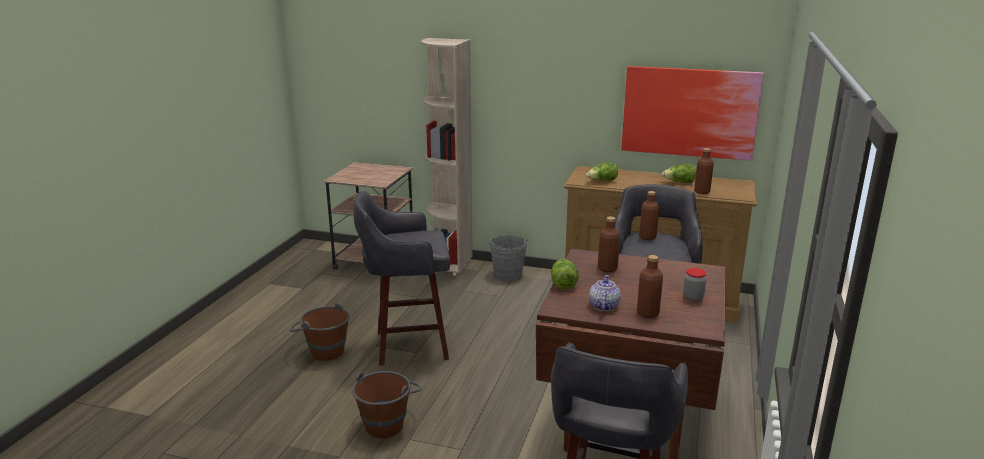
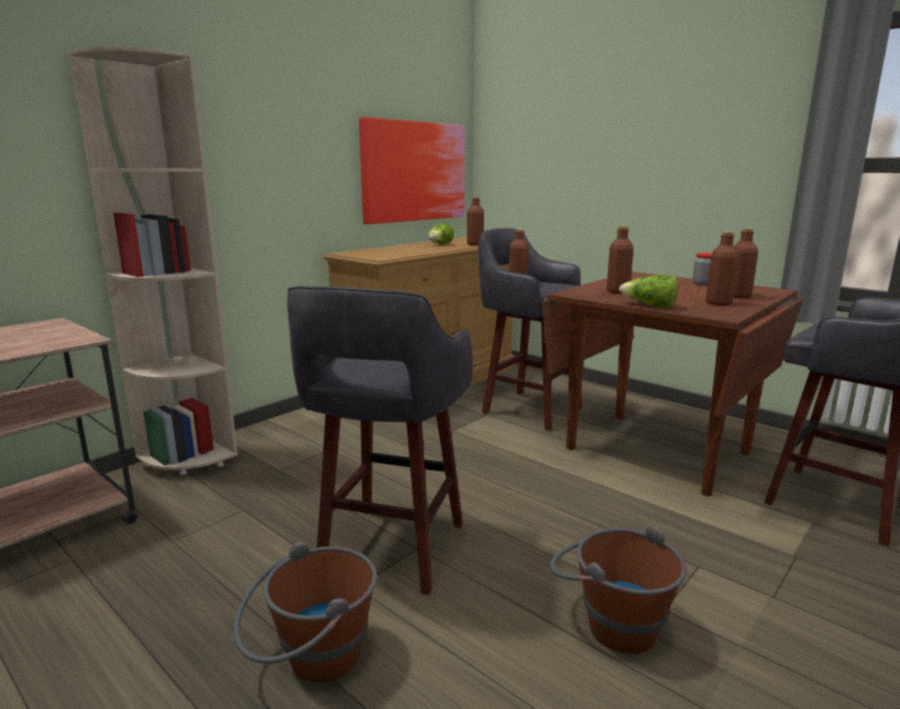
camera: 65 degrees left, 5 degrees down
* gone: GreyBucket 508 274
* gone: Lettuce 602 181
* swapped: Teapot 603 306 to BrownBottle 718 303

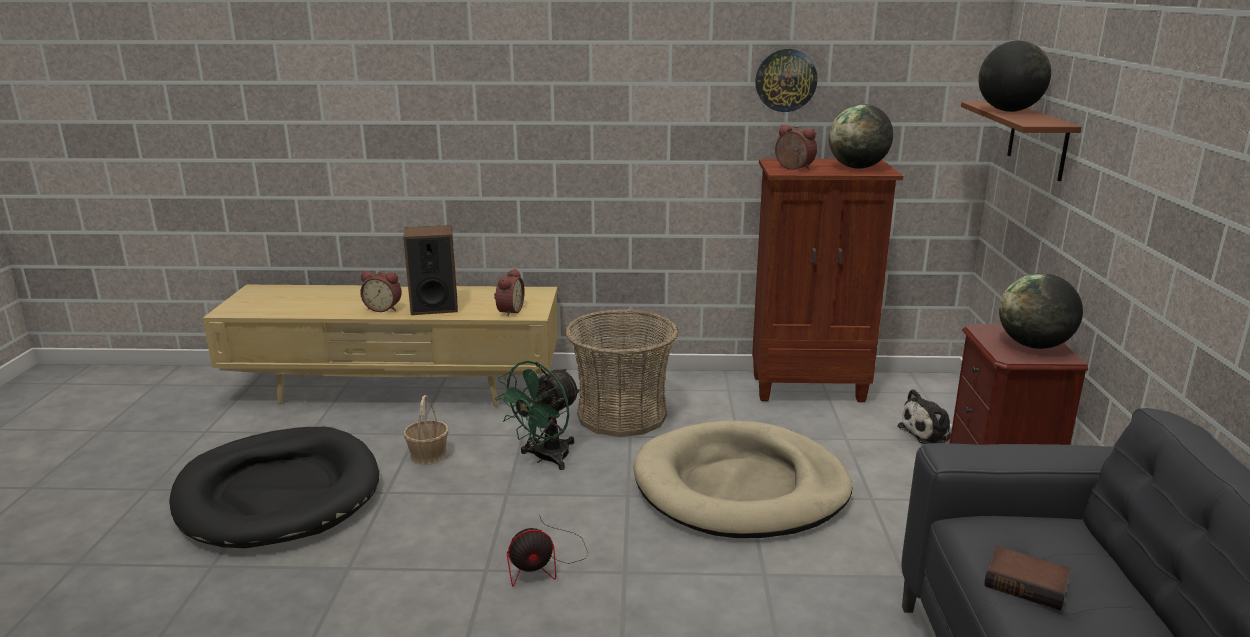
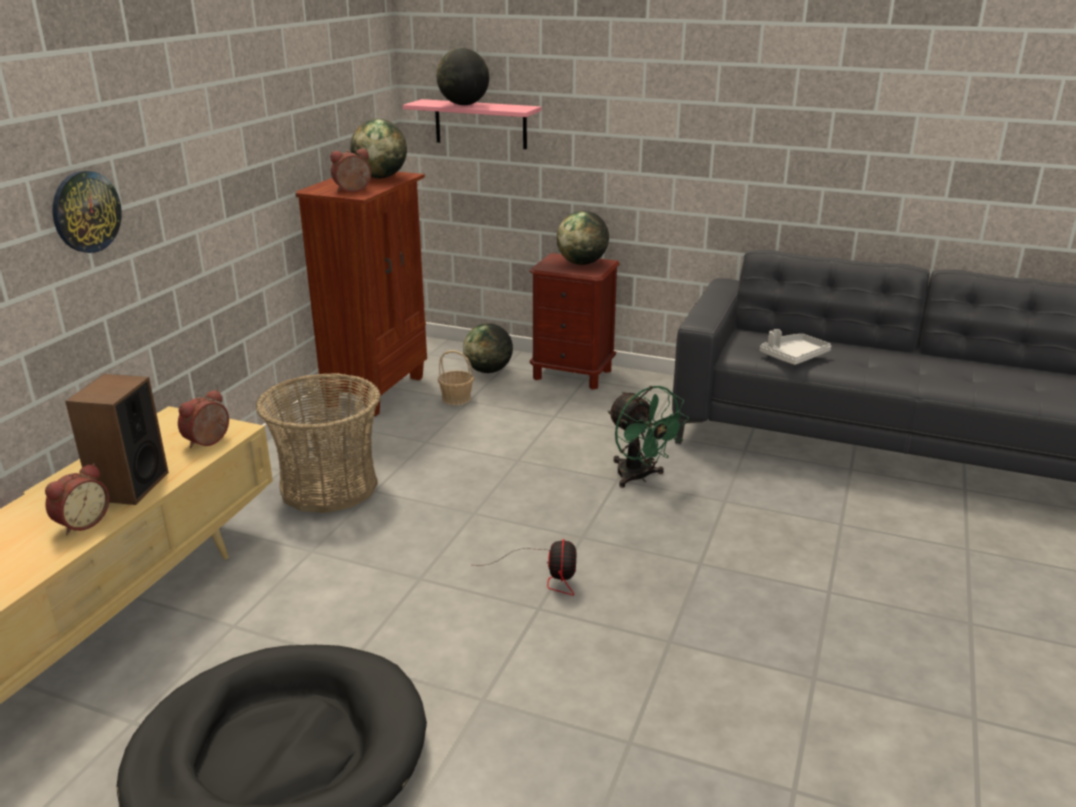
camera: 70 degrees left, 5 degrees up
* shifted: Basket 428 456 to 456 399
* rotated: AlarmClock 508 311 = 209 442 90 degrees counterclockwise
* shifted: GreenFan 545 458 to 639 477
* gone: BeigeDogBed 740 487
* shifted: WallClock 786 80 to 86 211
* swapped: PlushToy 930 433 to Globe 488 371
* repainted: BrownShelf 1037 140 to PinkShelf 480 124
* swapped: Book 1027 583 to GreyTray 793 356

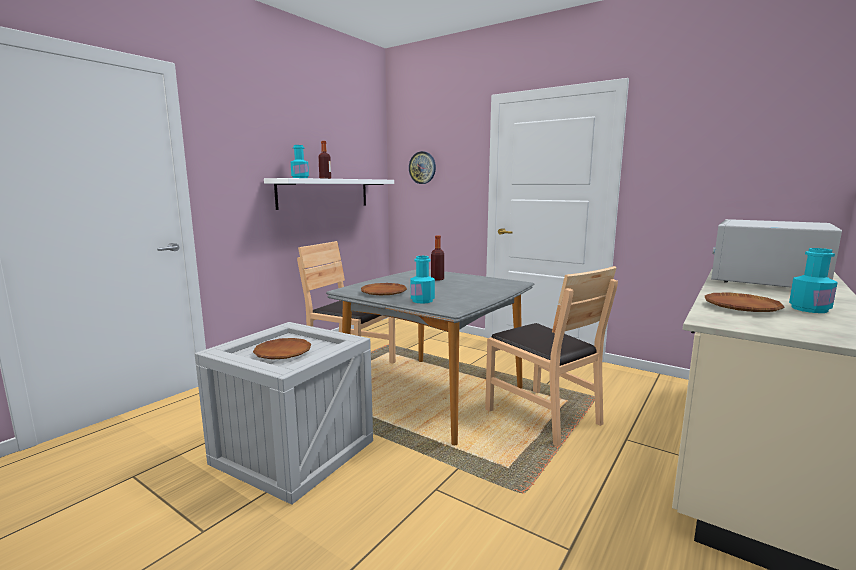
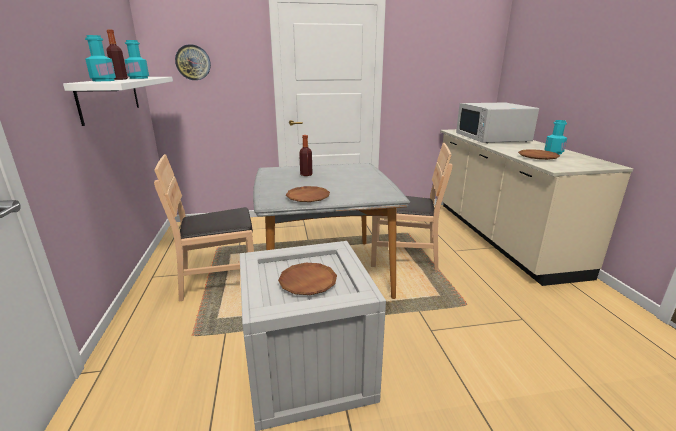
camera: 45 degrees left, 10 degrees up
* shifted: TurquoiseBottle 422 300 to 139 78

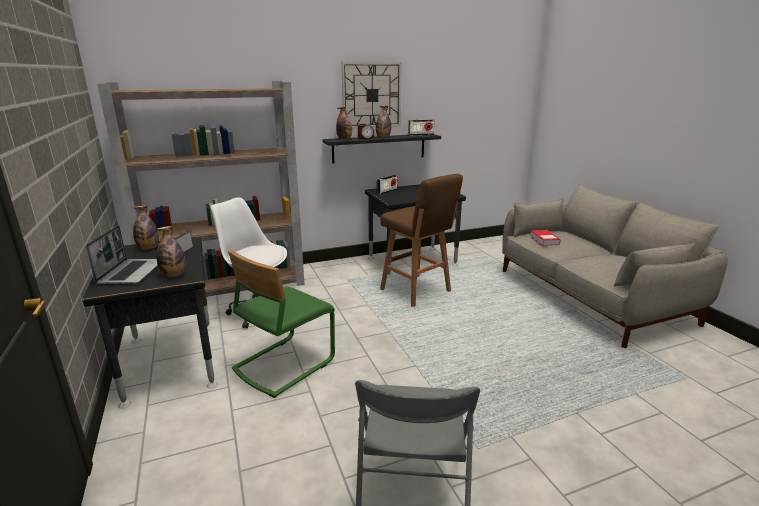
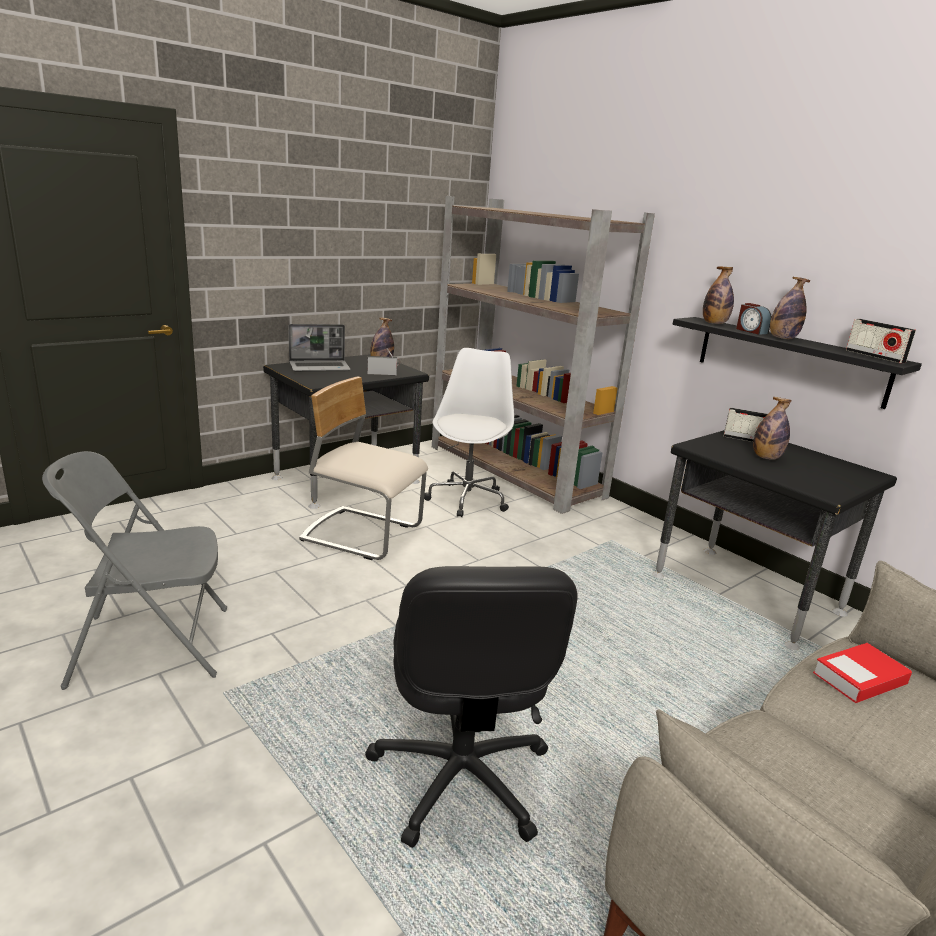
camera: 70 degrees right, 0 degrees up
* shifted: Bottle 174 275 to 766 457
* repainted: GreenChair 283 364 to BeigeChair 362 534
* gone: WallClock 371 95
* gone: BrownStool 417 291
* new: BlackOfficeChair 459 776

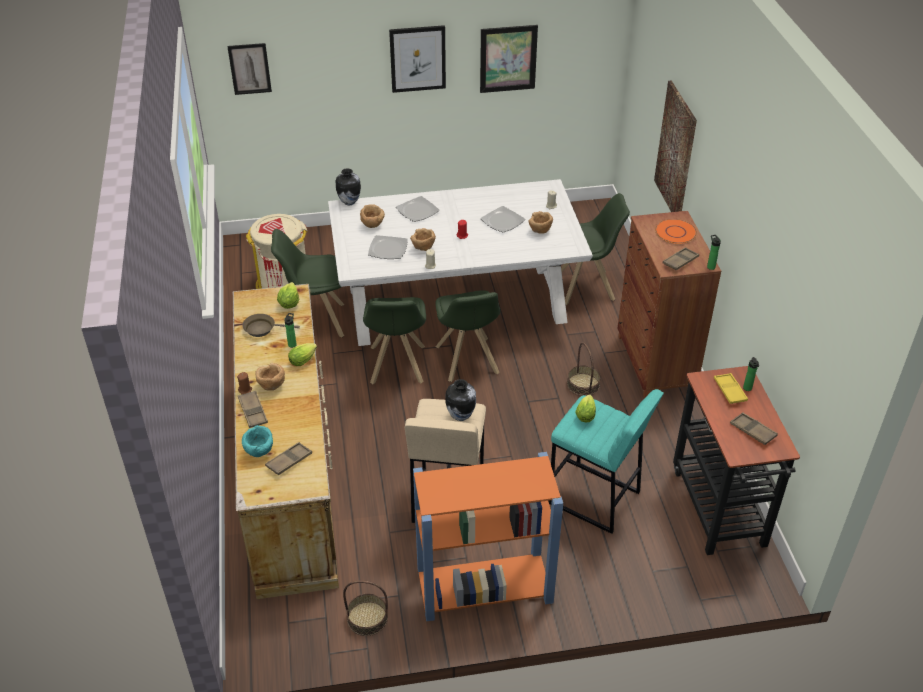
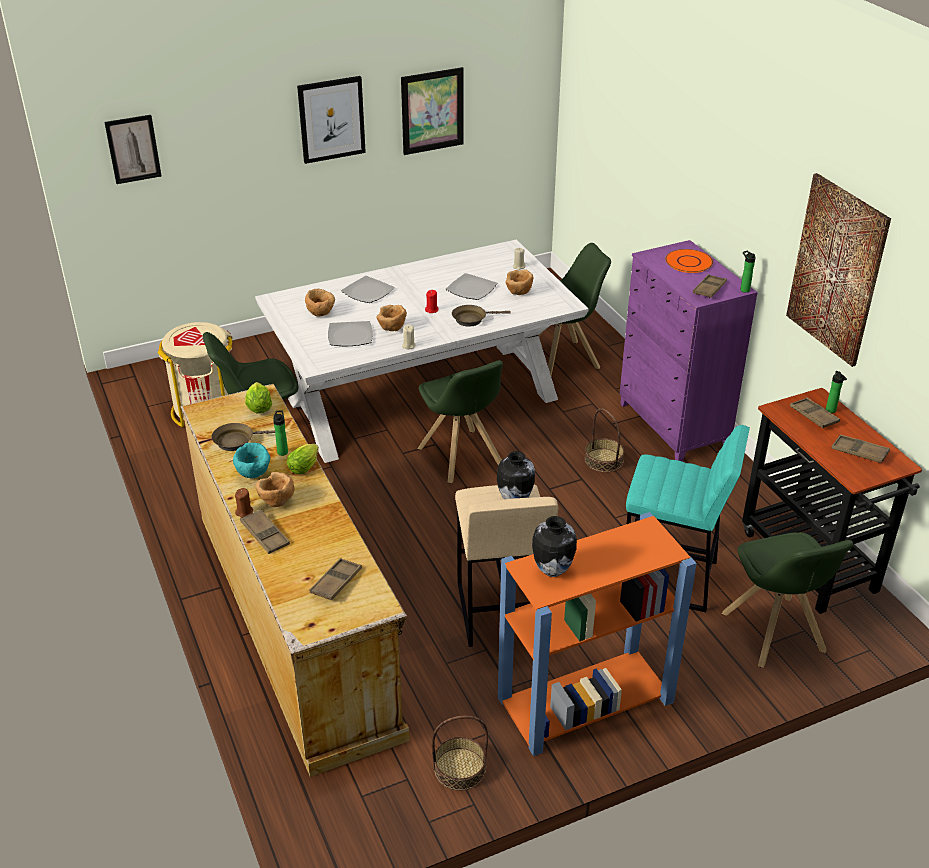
camera: 15 degrees left, 5 degrees down
* shifted: TurquoiseBowl 260 452 to 254 474
* shifted: Vase 349 202 to 552 570
* shifted: GreenChair 397 365 to 774 632
* gone: Lettuce 586 414
* repainted: BrownDresser 654 365 to PurpleDresser 672 427
* shifted: Picture 676 152 to 837 270
* repainted: YellowTray 729 391 to BrownTray 813 416
* new: BrownFryingPan 472 319

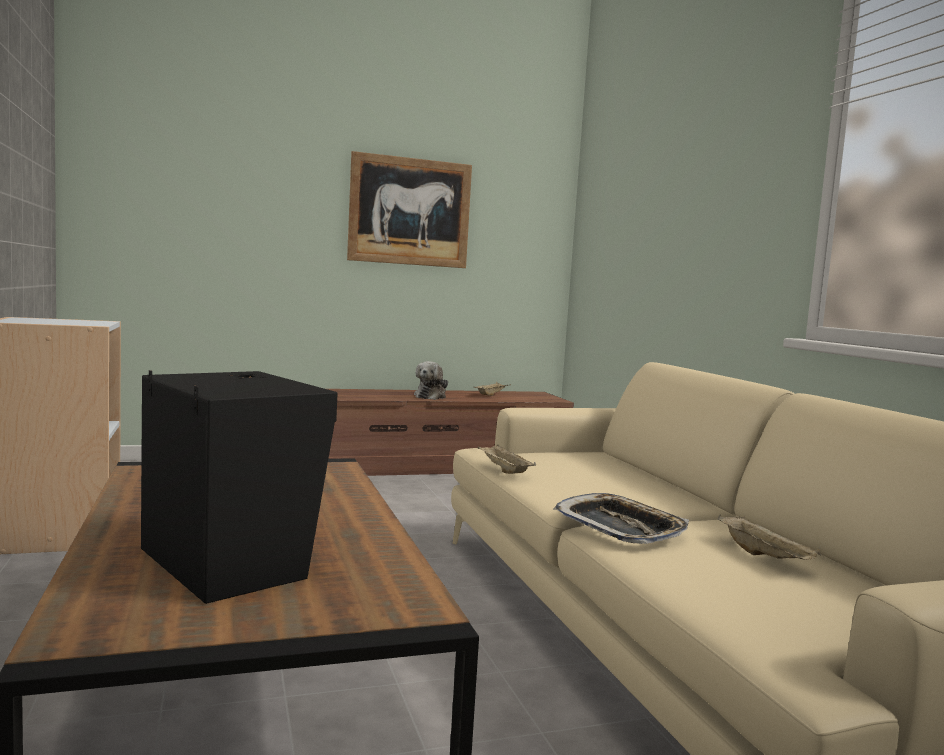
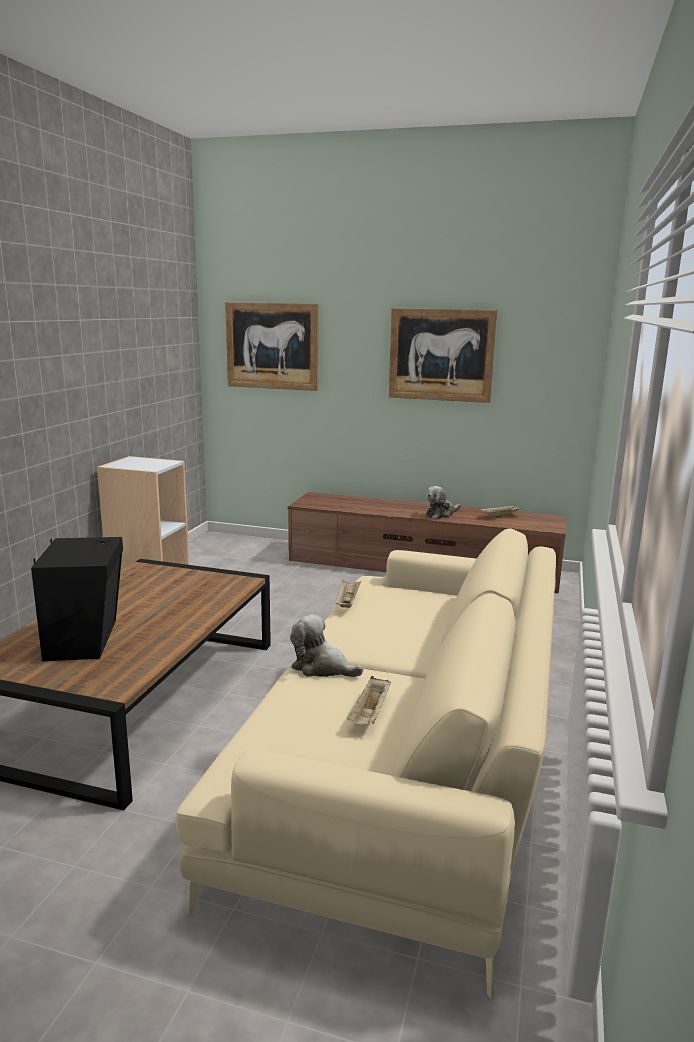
camera: 35 degrees right, 10 degrees up
* swapped: Tray 620 528 to PlushToy 322 667
* new: Picture 272 346

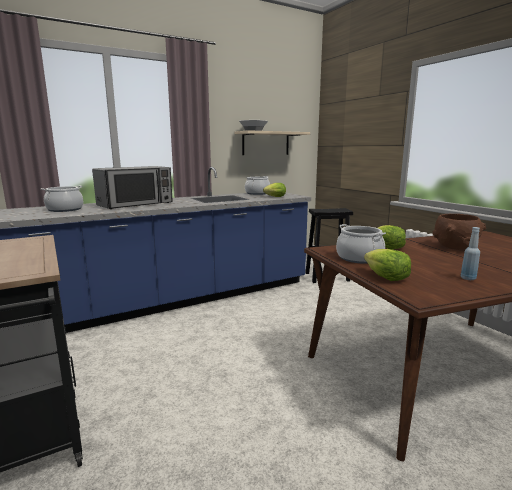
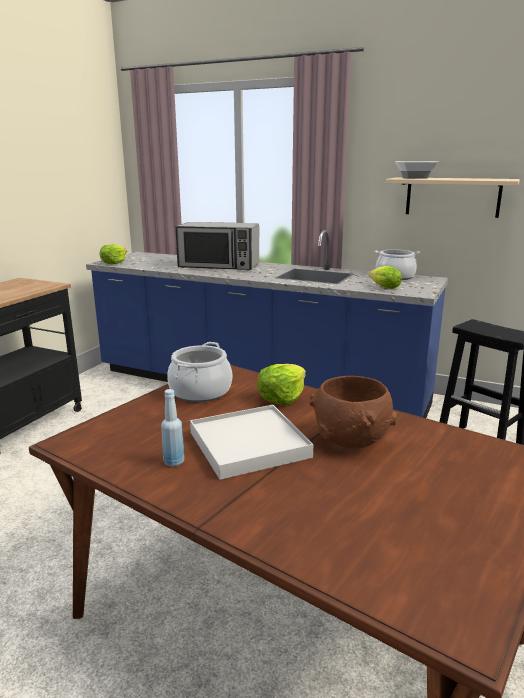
camera: 55 degrees right, 5 degrees up
* gone: CookingPot 65 209
* shifted: Lettuce 385 277 to 114 263
* new: WhiteTray 249 445

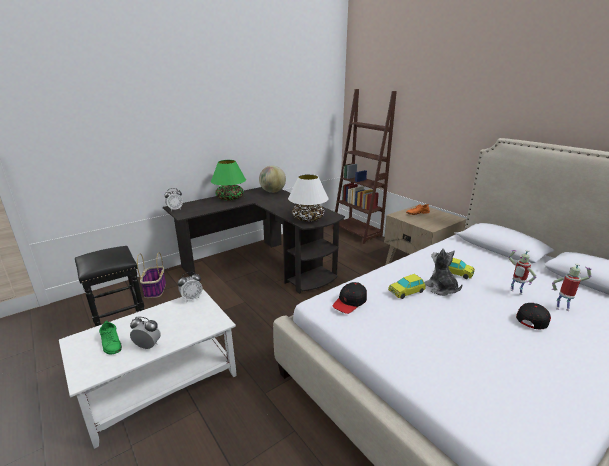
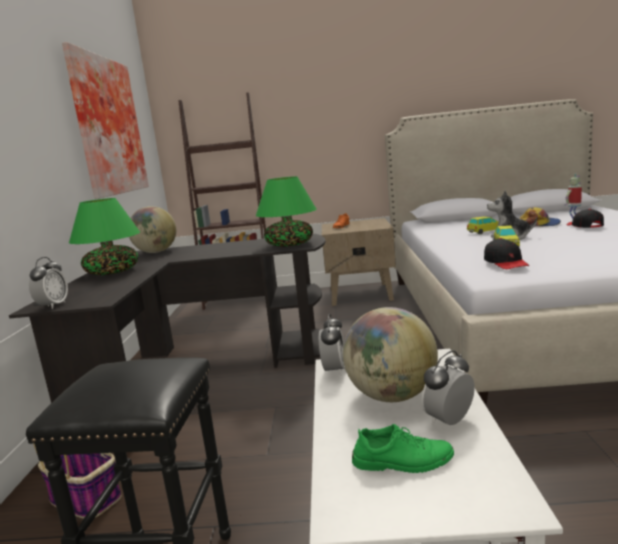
camera: 50 degrees left, 10 degrees down
* repainted: WhiteTableLamp 307 218 to GreenTableLamp 289 244
* swapped: ToyRobot 515 292 to Cap 539 224
* new: Picture 105 127
* new: Globe 391 396

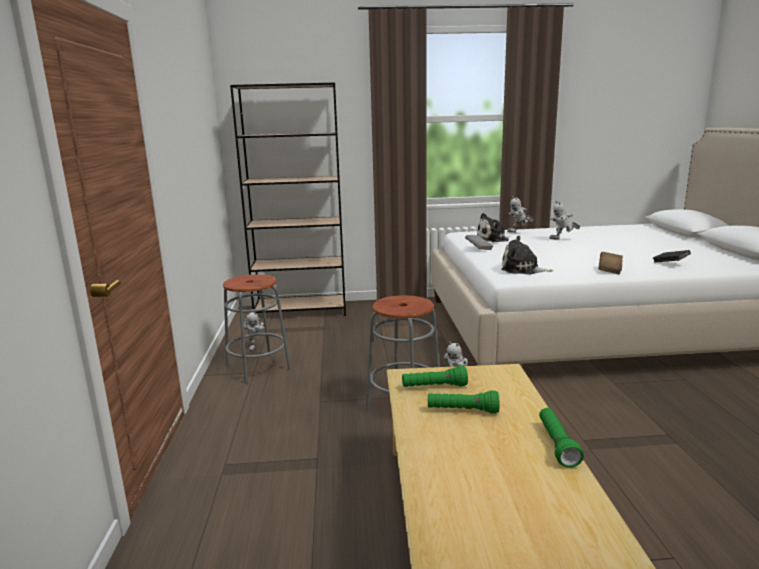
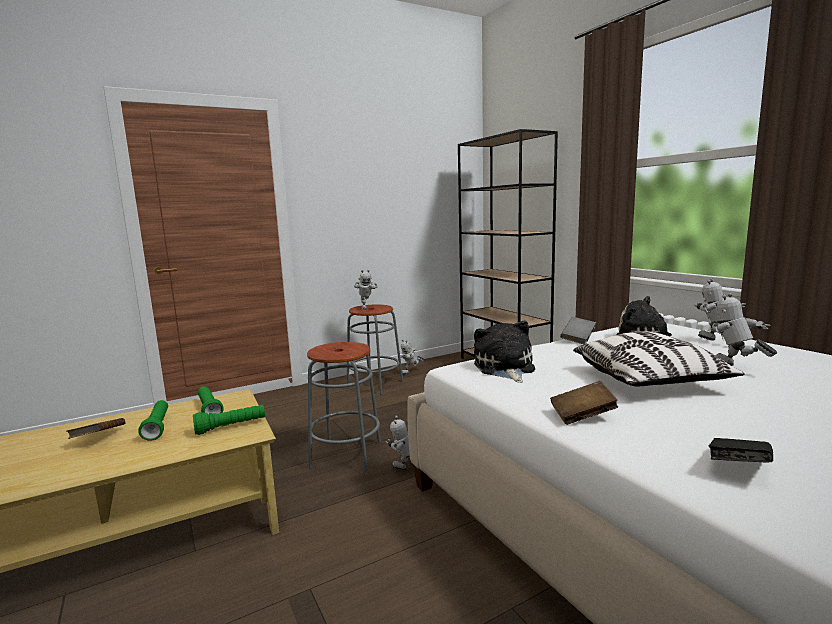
camera: 65 degrees right, 5 degrees down
* shifted: GreenFlashlight 556 445 to 231 427
* new: BrownBook 99 438
* new: ToyRobot 365 308
* new: Pillow 649 381

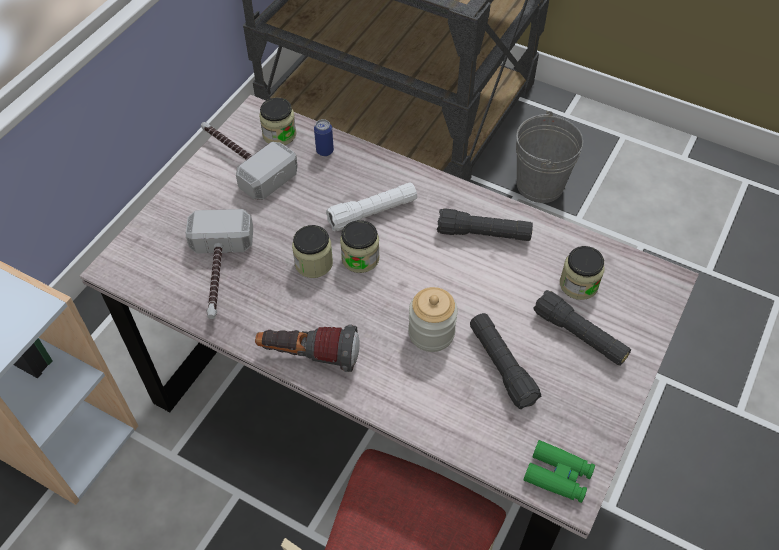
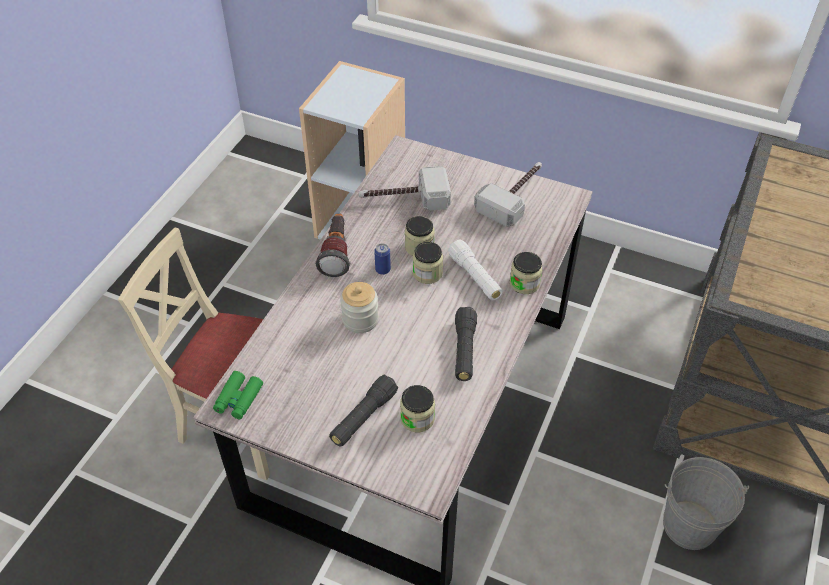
camera: 85 degrees right, 5 degrees down
* shifted: Jar 279 134 to 524 283
* shifted: Can 325 151 to 383 270
* gone: BlackFlashlight 501 366

